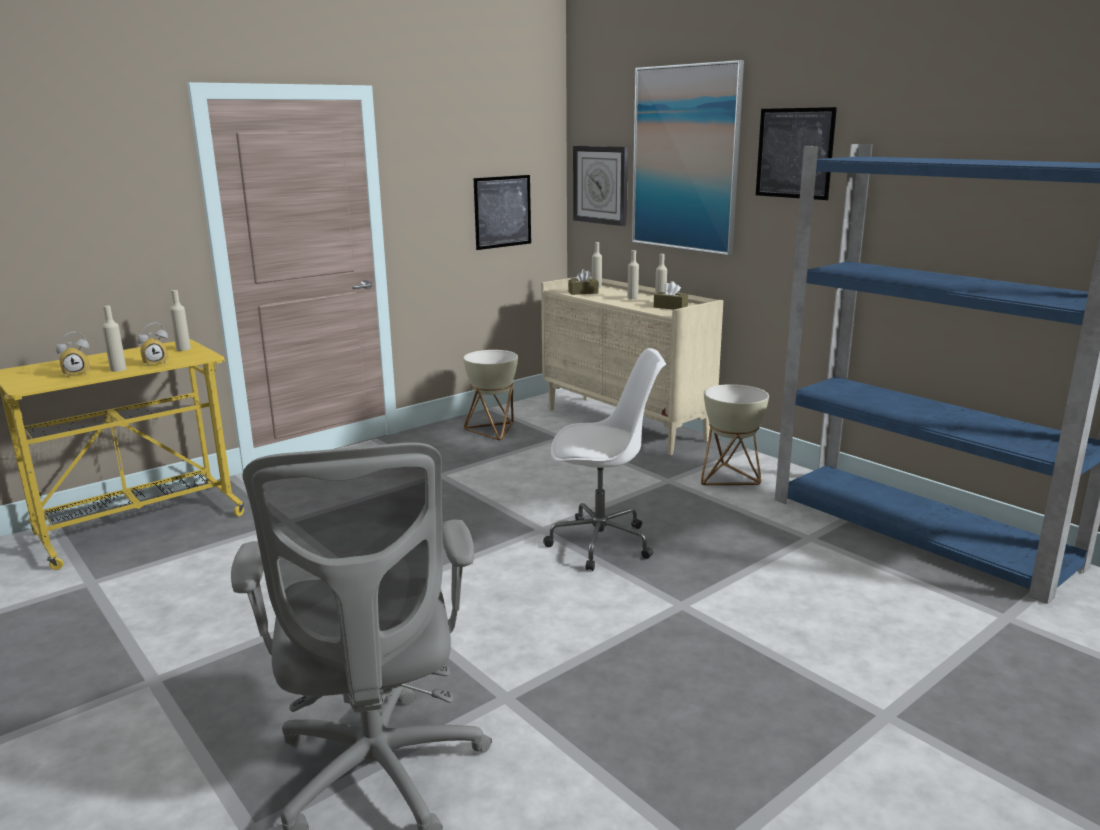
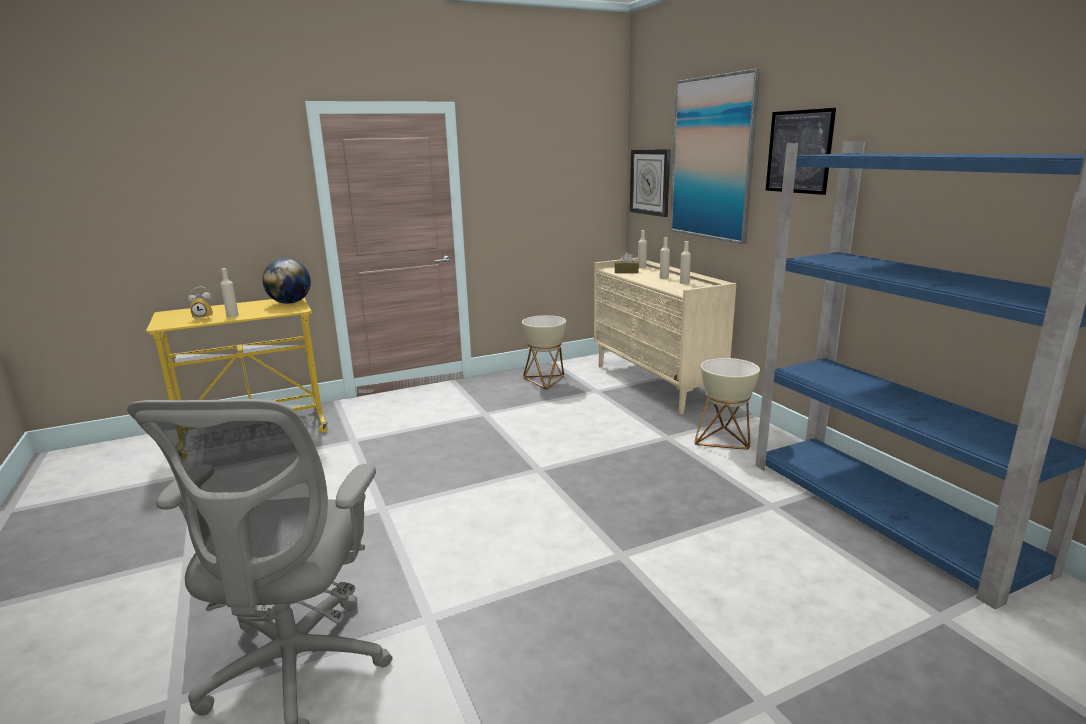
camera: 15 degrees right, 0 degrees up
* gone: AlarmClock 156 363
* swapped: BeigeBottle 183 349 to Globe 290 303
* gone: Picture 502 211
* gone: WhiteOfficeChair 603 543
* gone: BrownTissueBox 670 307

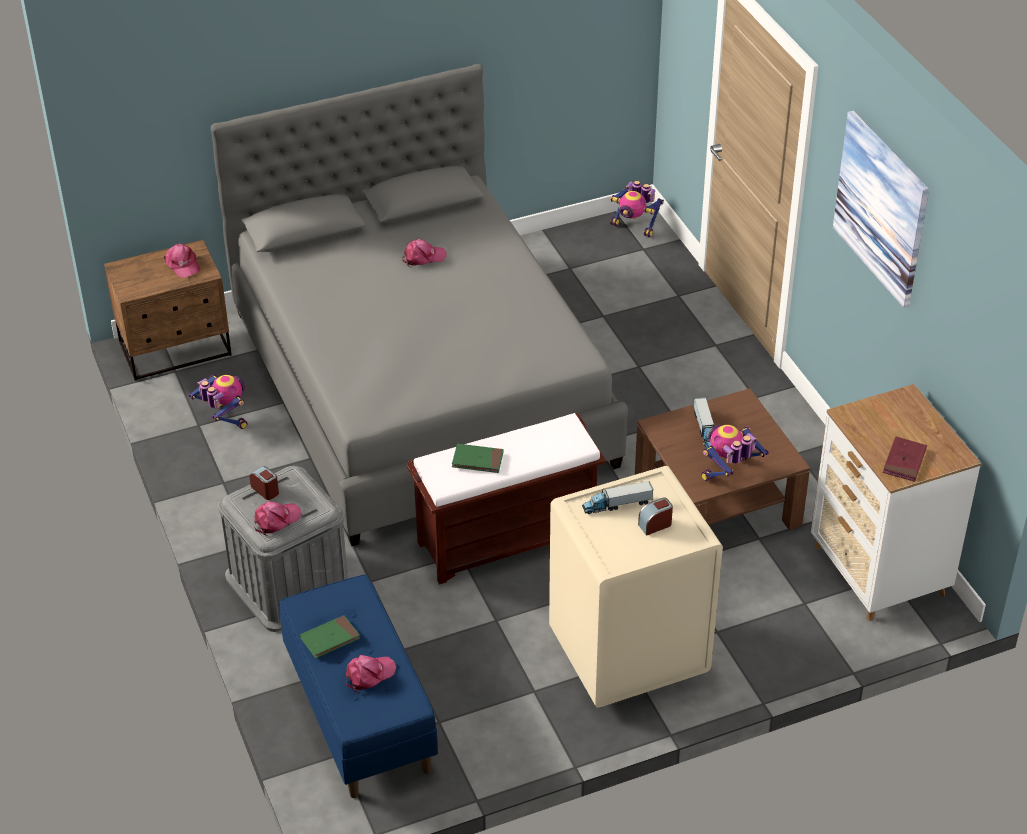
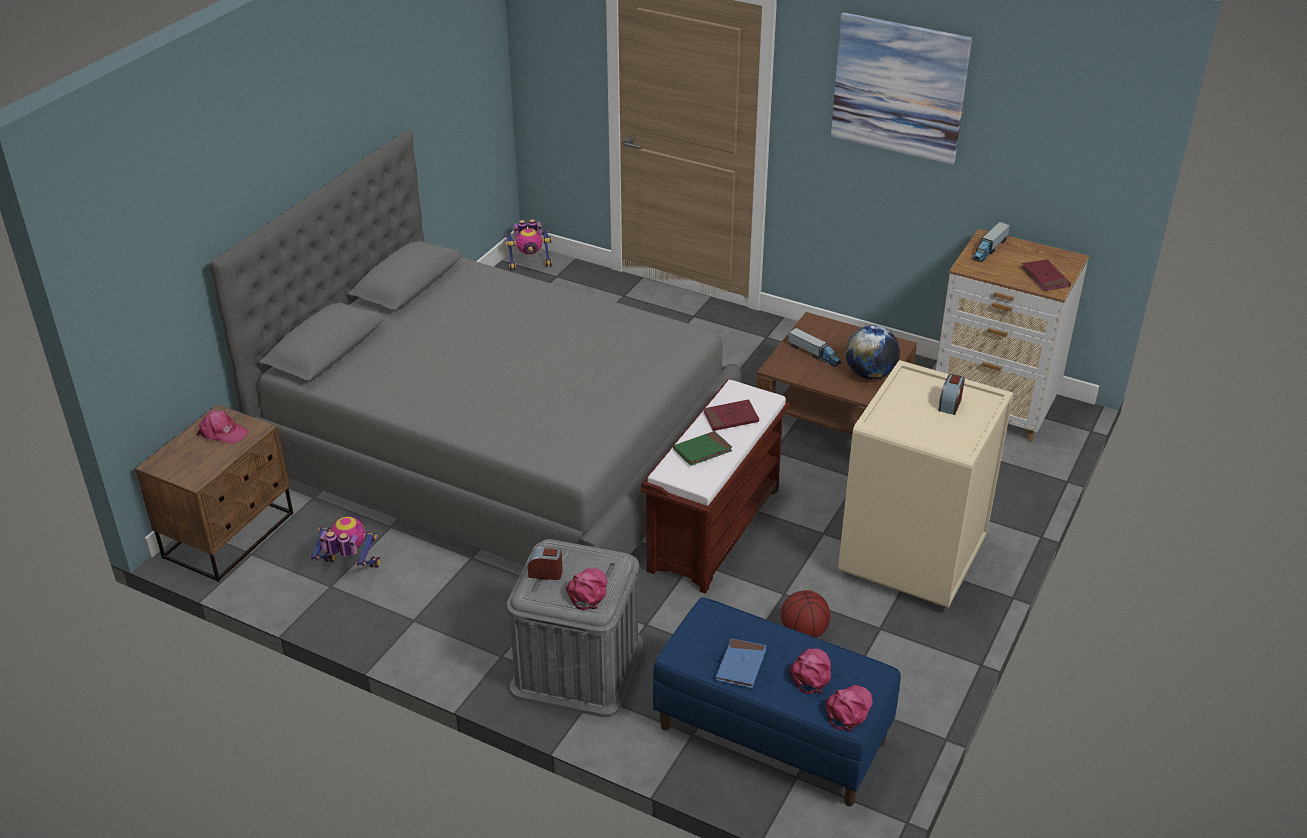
camera: 40 degrees left, 5 degrees down
* repainted: GreenBook 330 639 to BlueBook 741 665
* shifted: PinkCap 423 257 to 848 710
* shifted: ToyTruck 617 504 to 989 249
* swapped: ToyRobot 729 473 to Globe 870 374
* new: RedBook 731 418
* new: Basketball 803 632

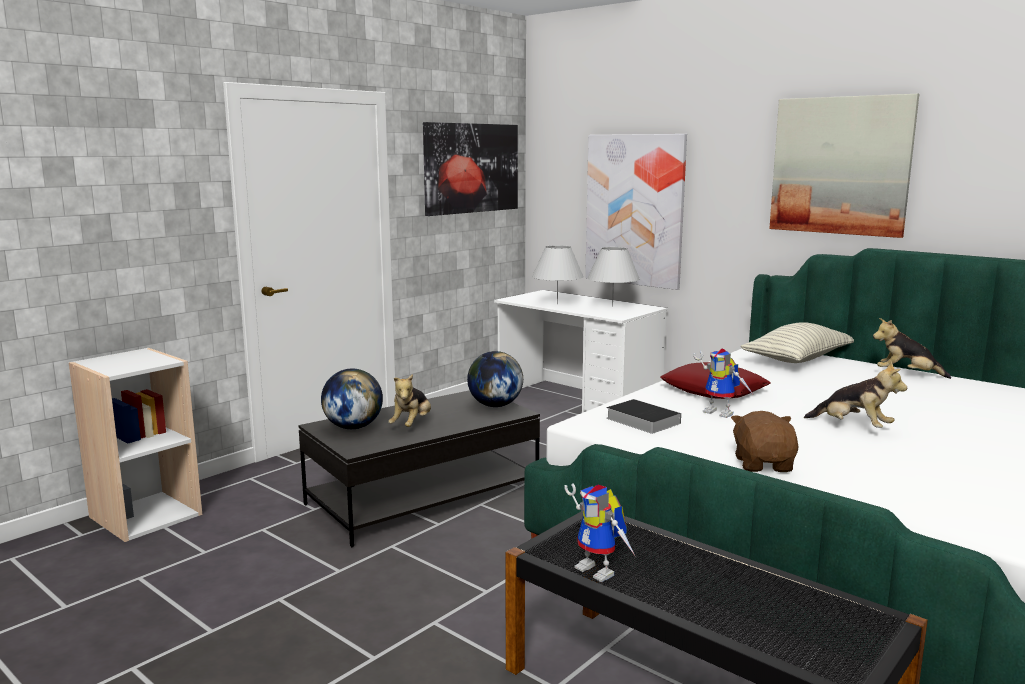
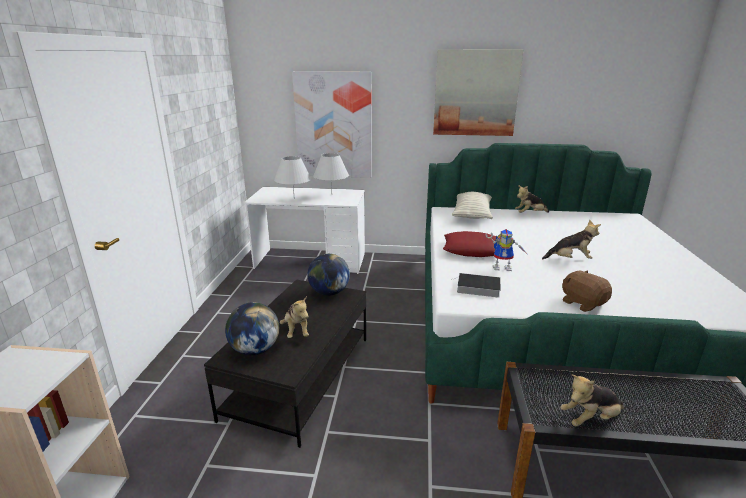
camera: 35 degrees left, 10 degrees up
* gone: Picture 471 168
* swapped: ToyRobot 601 571 to PlushToy 590 419

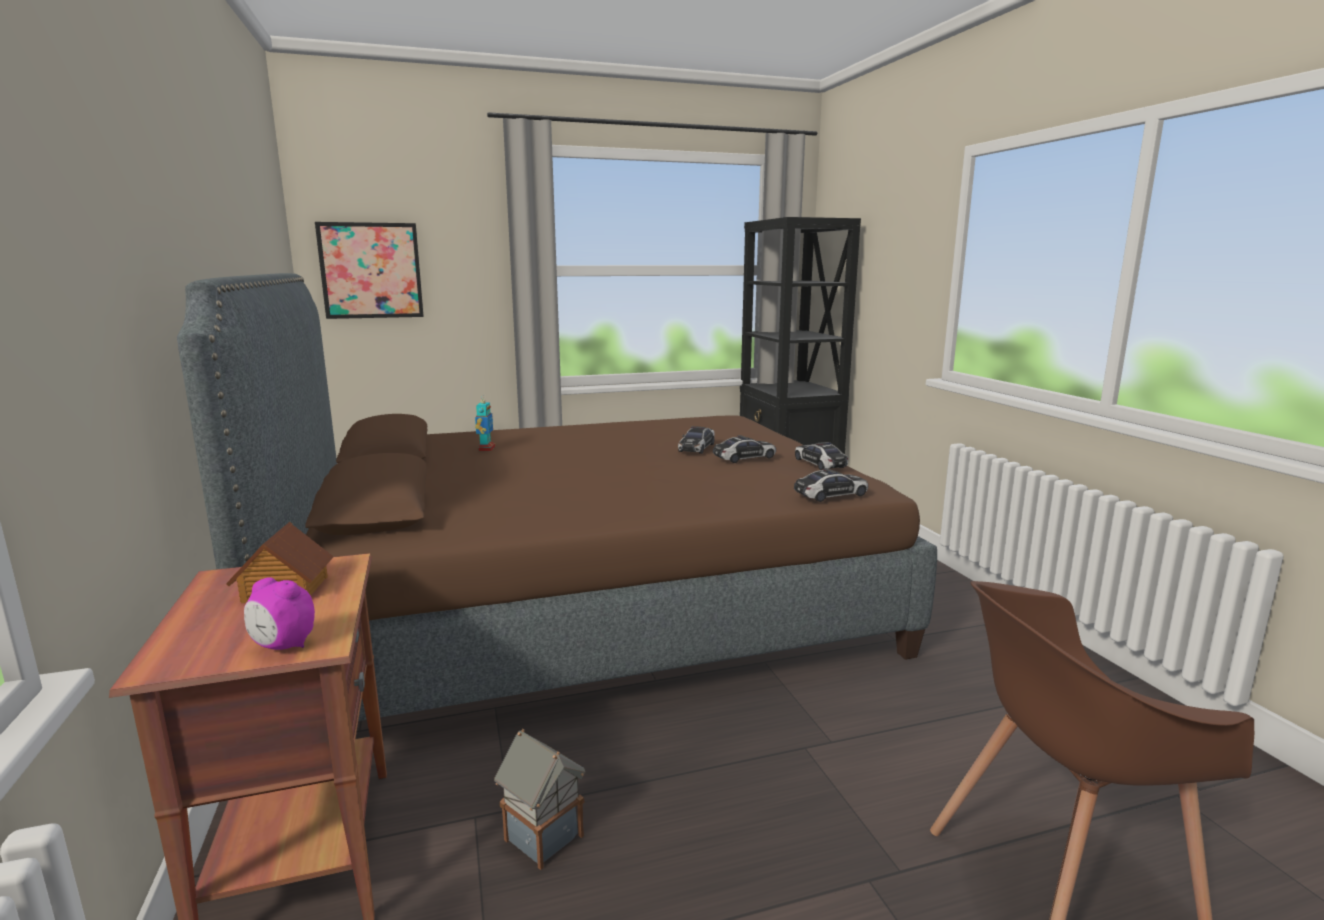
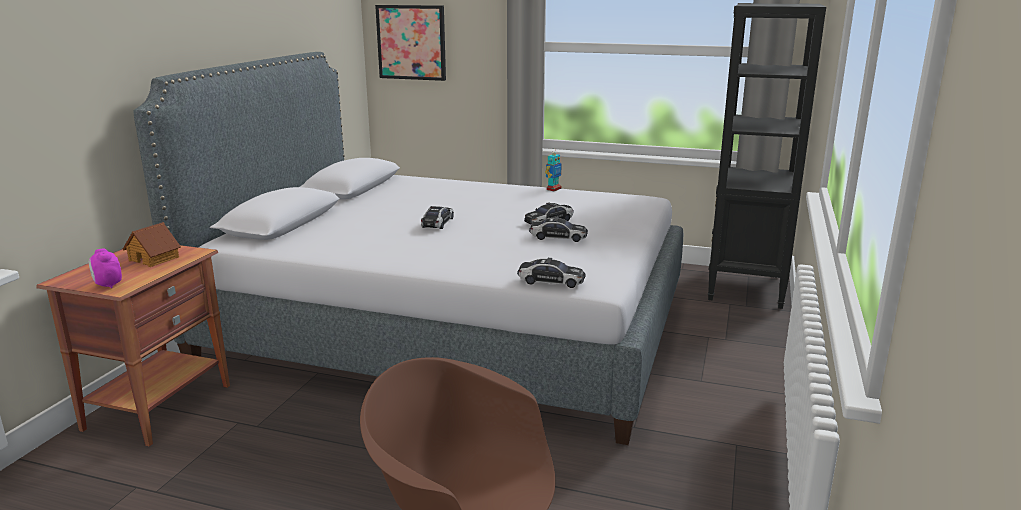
camera: 35 degrees right, 5 degrees up
* repainted: BrownBed 583 607 to GreyBed 448 330
* shifted: ToyRobot 486 449 to 553 189
* gone: ToyHouse 542 837
* shifted: ToyCar 820 464 to 437 223

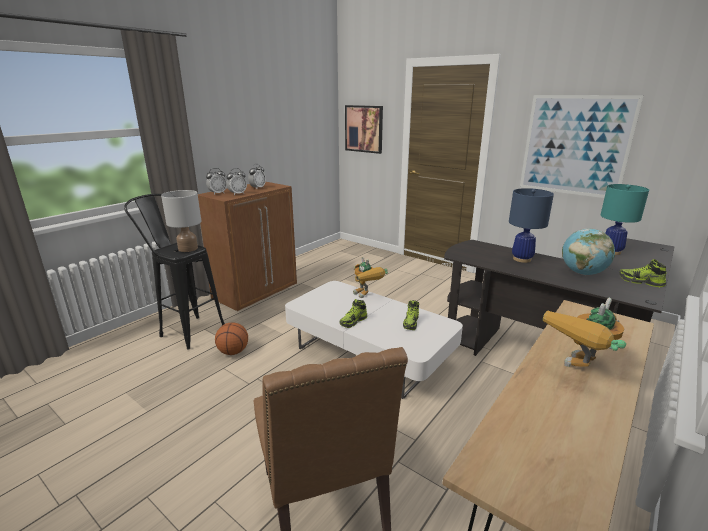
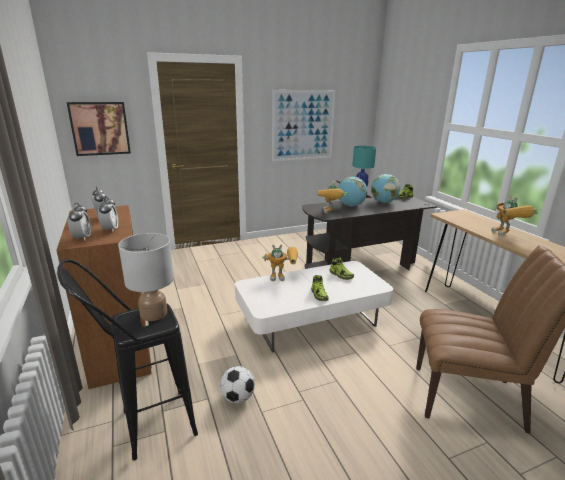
camera: 60 degrees left, 0 degrees up
* swapped: Basketball 233 352 to Football 238 397
* swapped: BlueTableLamp 521 259 to Globe 351 206
* new: ToyRobot 330 212

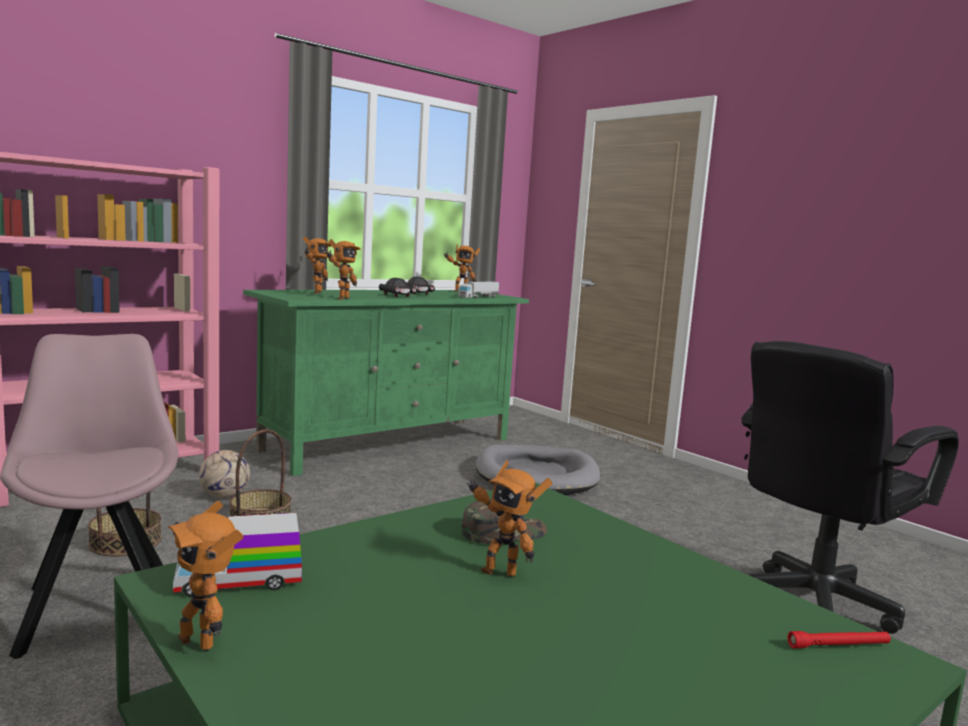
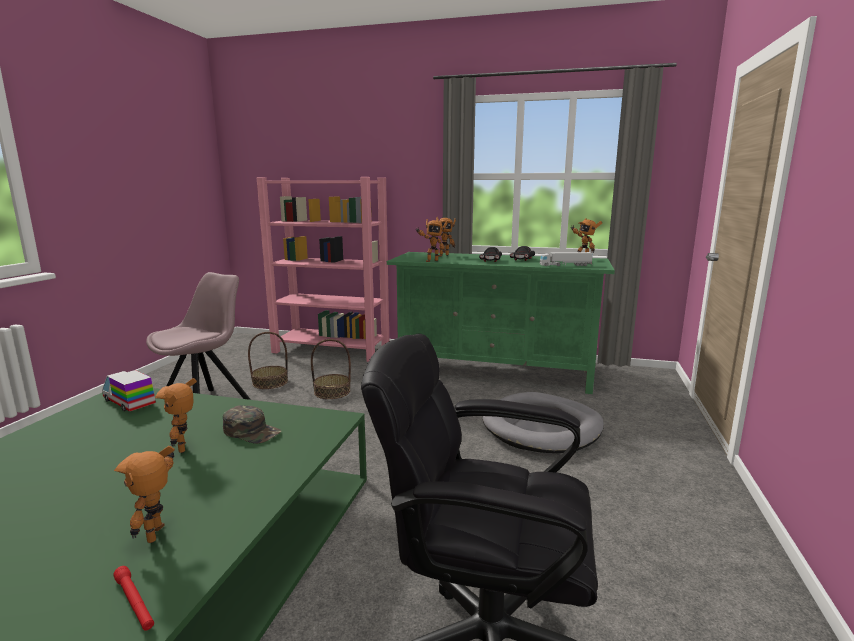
camera: 55 degrees right, 5 degrees up
* shifted: ToyRobot 200 641 to 161 534
* gone: Football 225 496

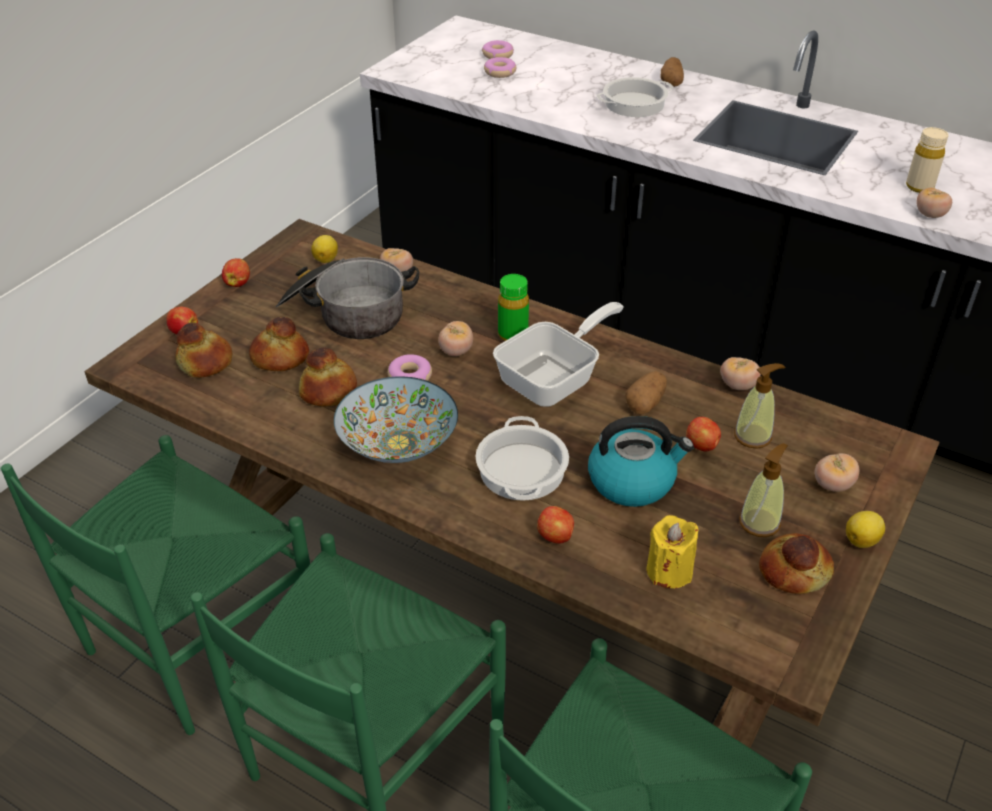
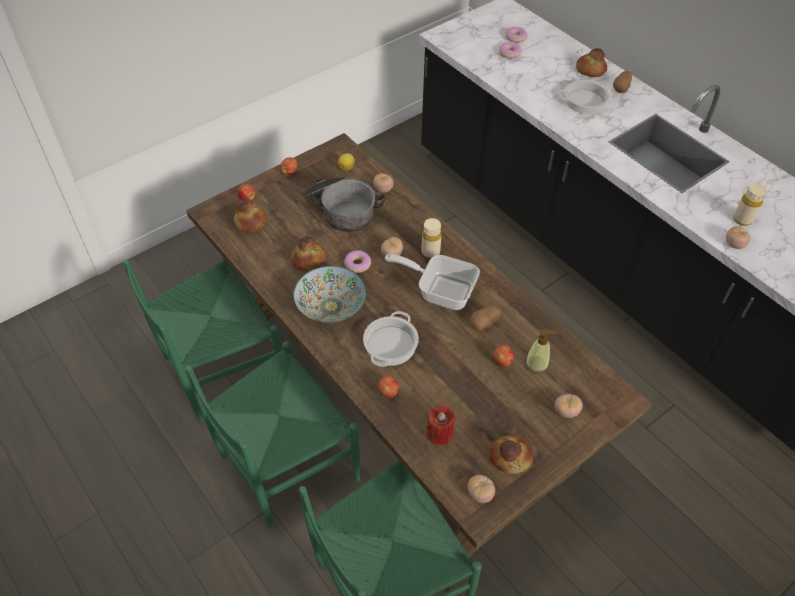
camera: 20 degrees right, 10 degrees up
* shifted: Bread 279 358 to 590 70
* rotated: FryingPan 555 379 = 440 290 135 degrees counterclockwise
* repainted: GreenBottle 513 334 to BeigeBottle 430 252
* gone: Kettle 632 481
* repainted: YellowCandle 669 571 to RedCandle 440 433
* shifted: Tomato 737 385 to 480 494
* gone: SoapDispenser 759 522
* gone: Lemon 862 540

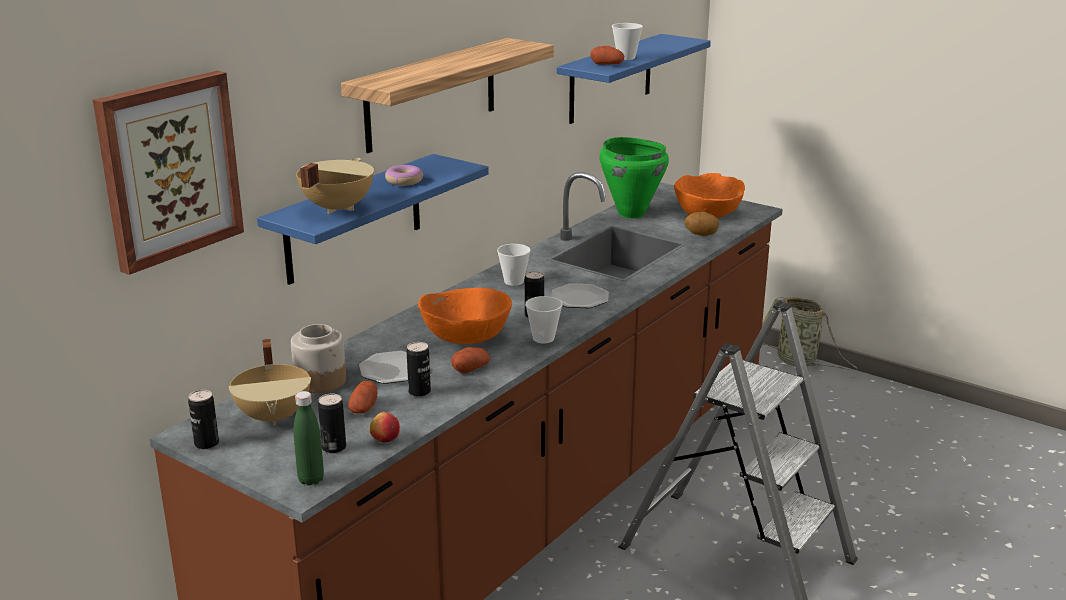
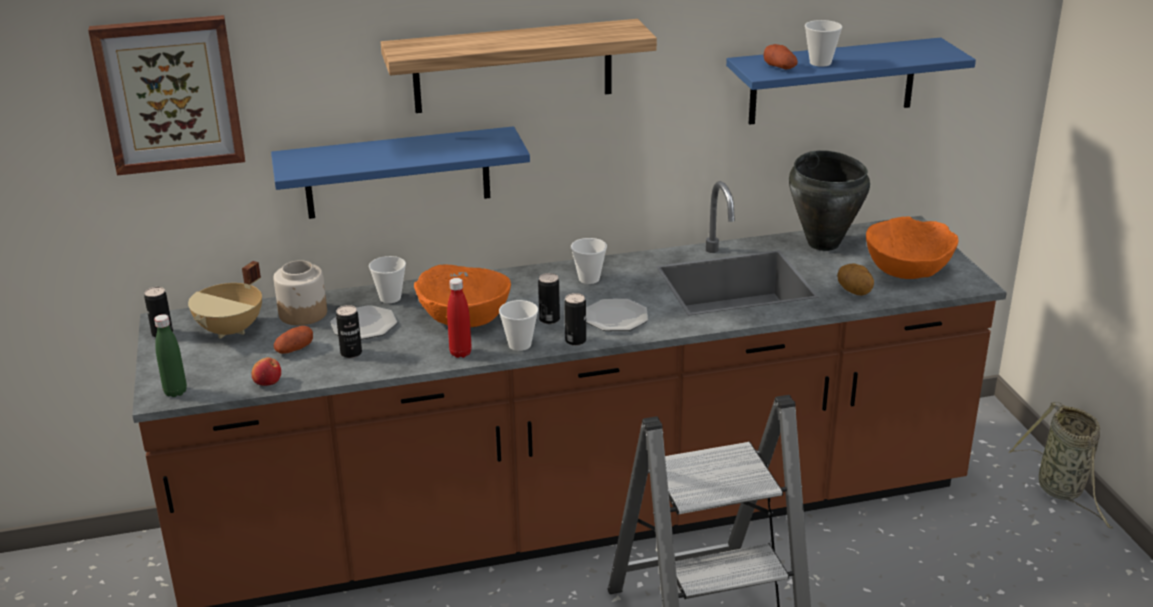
camera: 40 degrees right, 5 degrees up
* gone: BeigeCookingPot 336 208
* shifted: Can 334 448 to 575 340
* gone: Donut 404 181
* gone: Potato 470 369
* repainted: GreenCookingPot 631 213 to BlackCookingPot 823 243
* new: Cup 390 298
* new: RedBottle 460 353

